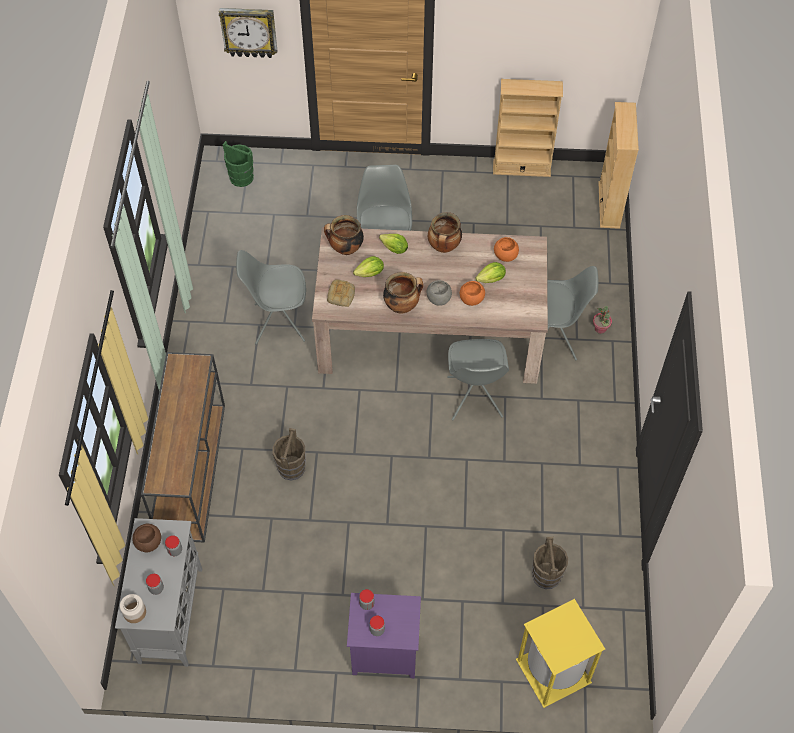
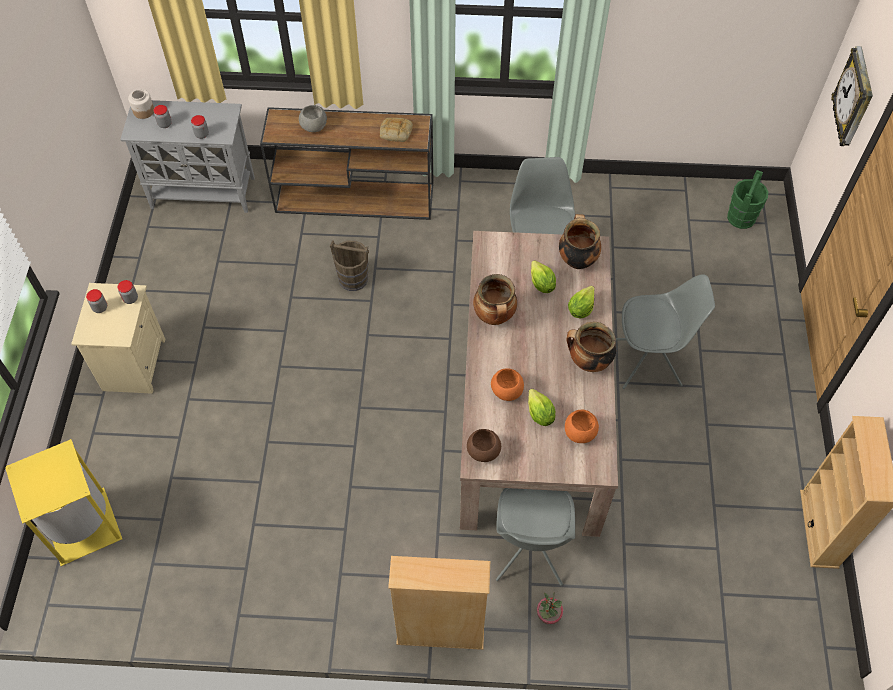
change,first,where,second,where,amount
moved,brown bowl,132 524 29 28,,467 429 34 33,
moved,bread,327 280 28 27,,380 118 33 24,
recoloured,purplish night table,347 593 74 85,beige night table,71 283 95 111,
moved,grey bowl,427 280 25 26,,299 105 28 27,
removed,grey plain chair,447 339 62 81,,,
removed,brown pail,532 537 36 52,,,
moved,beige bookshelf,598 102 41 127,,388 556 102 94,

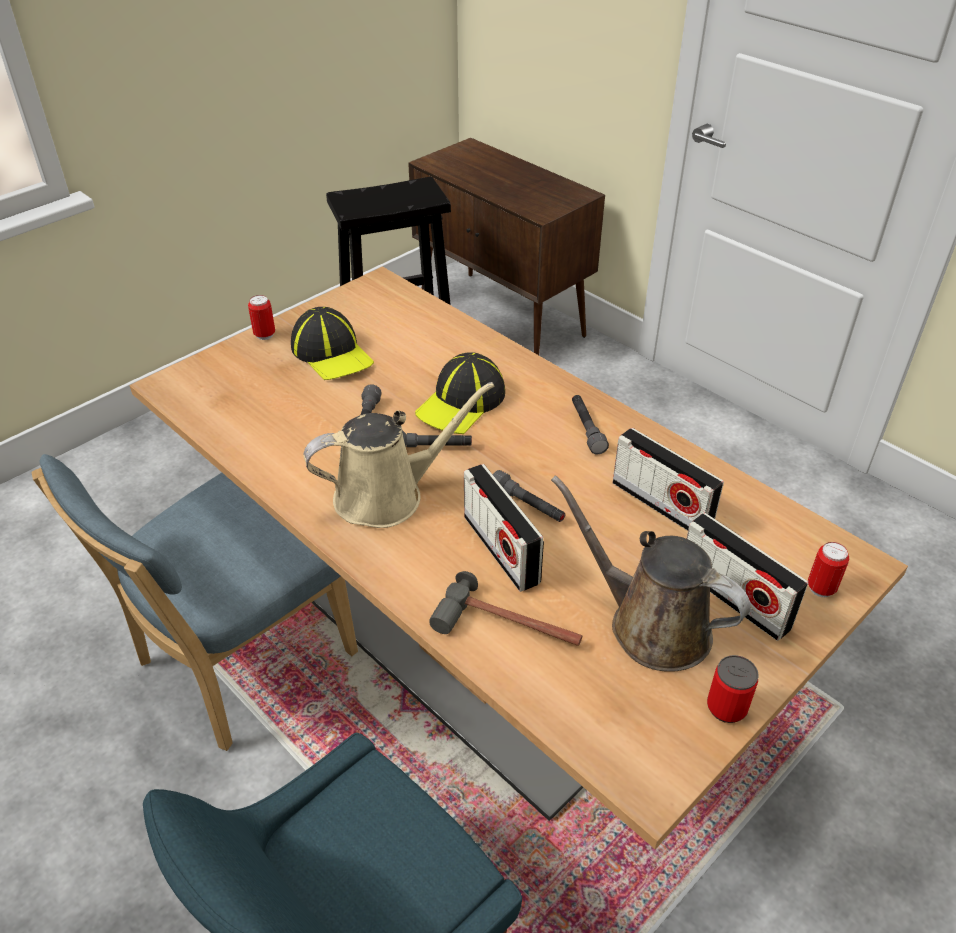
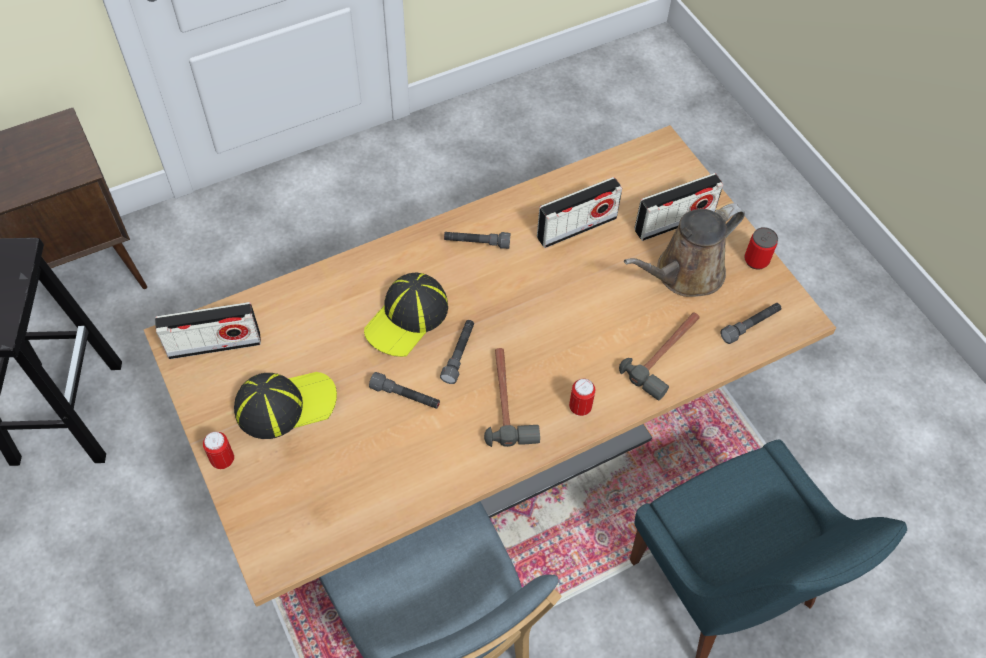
change,first,where,second,where,amount
replaced,beige watering can,303 382 191 146,hammer,484 348 56 99,
turned,cap,415 352 90 82,,364 273 84 84,75 degrees clockwise
moved,radio set,464 464 80 128,,155 302 106 57,
moved,grey flashlight,493 470 72 52,,720 303 61 41,
moved,metal can,808 542 41 55,,569 379 27 37,

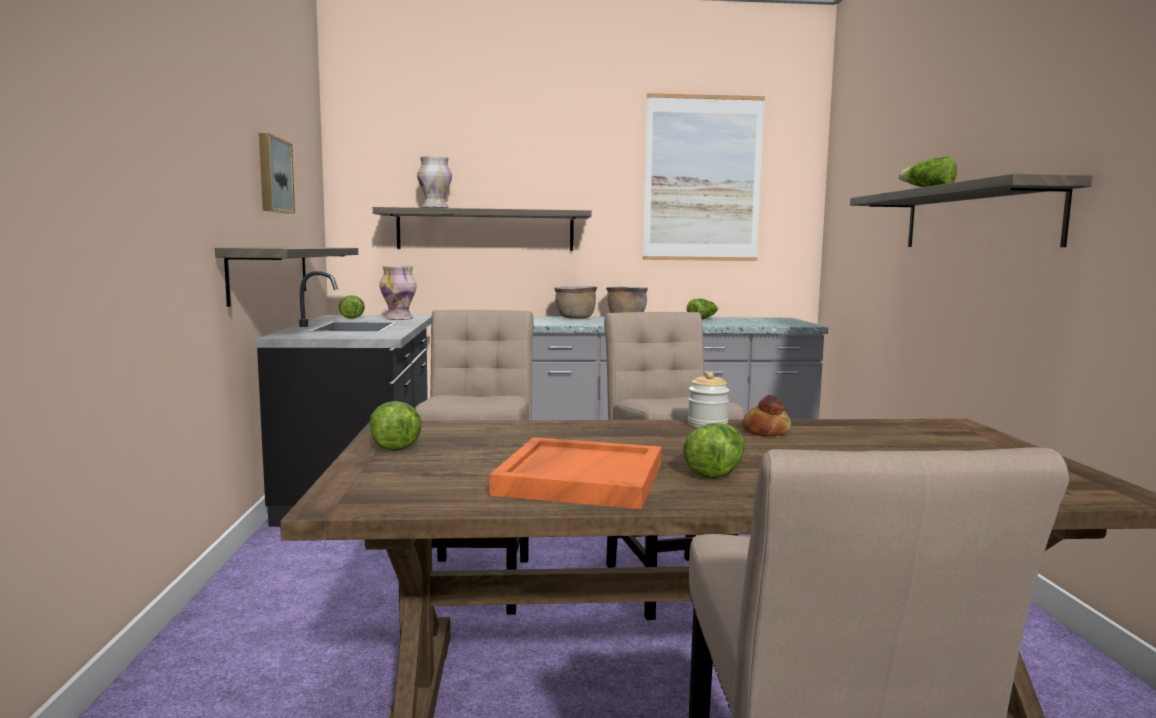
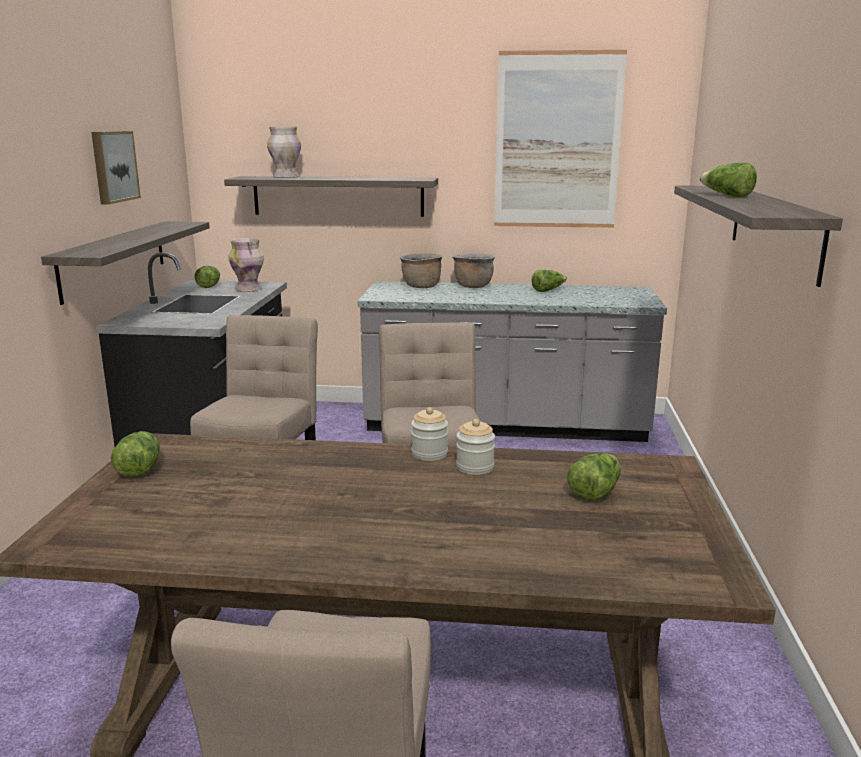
change,first,where,second,where,amount
removed,orangey carrying tray,489 437 172 72,,,
moved,lettuce,683 423 62 56,,567 453 54 48,
replaced,bread,742 395 49 41,preserve jar,456 419 39 56,

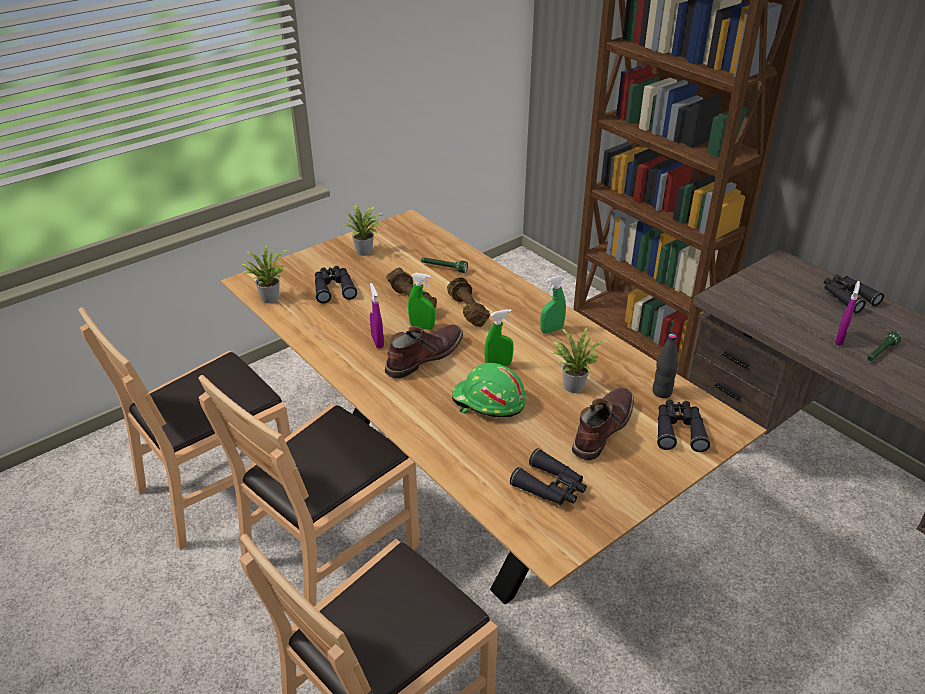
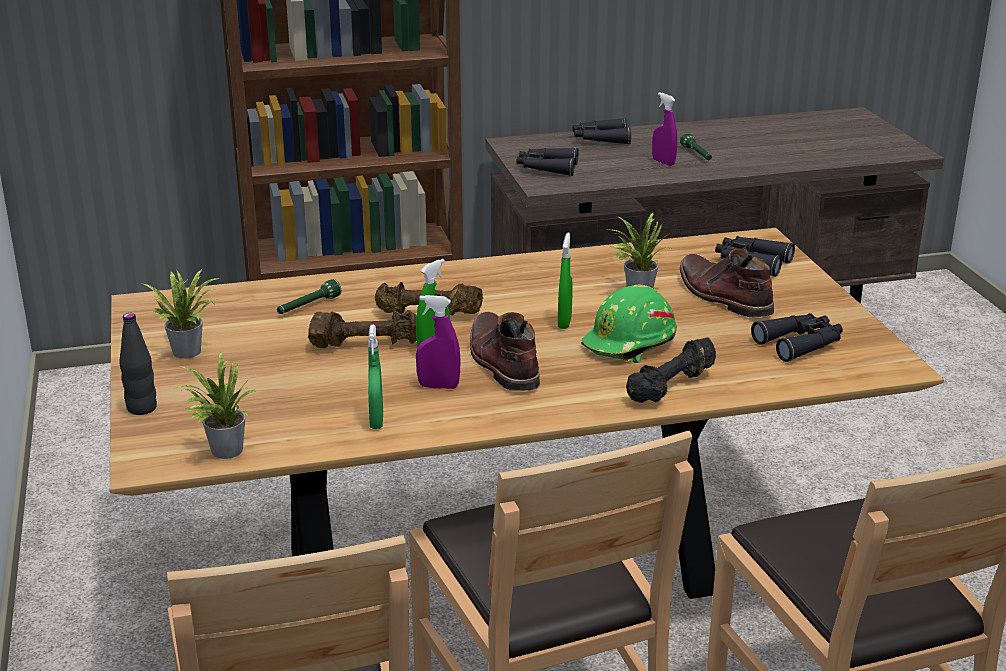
change,first,where,second,where,amount
moved,black-coloured pair of binoculars,315 266 42 37,,516 148 63 28,
moved,greenish hand sprayer,540 275 26 59,,368 325 15 104,
moved,black-coloured drink bottle,653 334 25 64,,119 313 38 102,
added,,,black-coloured dumbbell,626 337 90 66,

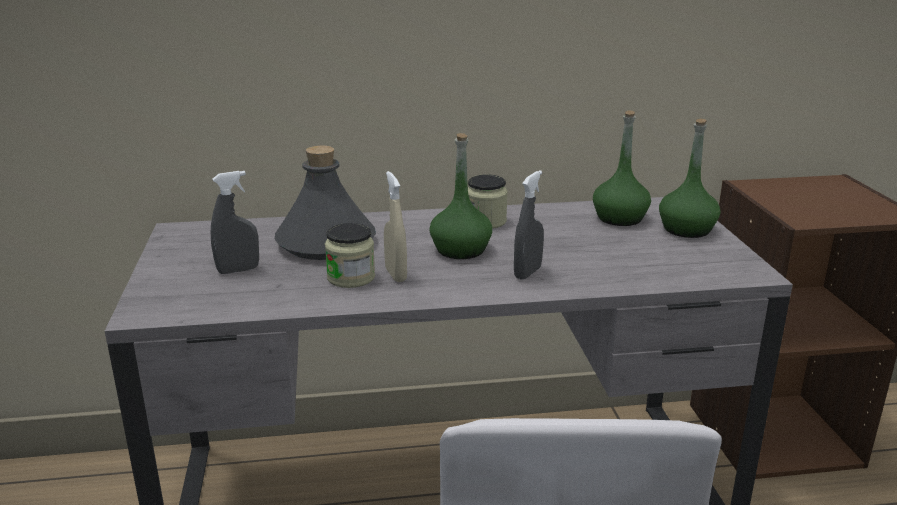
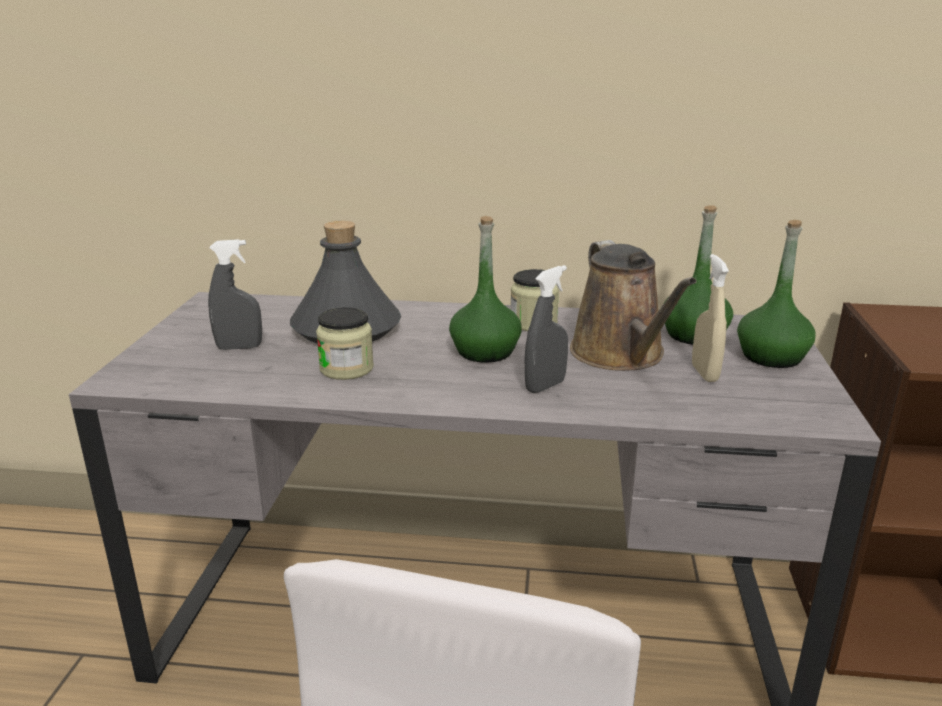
change,first,where,second,where,amount
moved,beige hand sprayer,384 171 23 111,,692 254 37 128,
added,,,brown watering can,570 240 127 131,

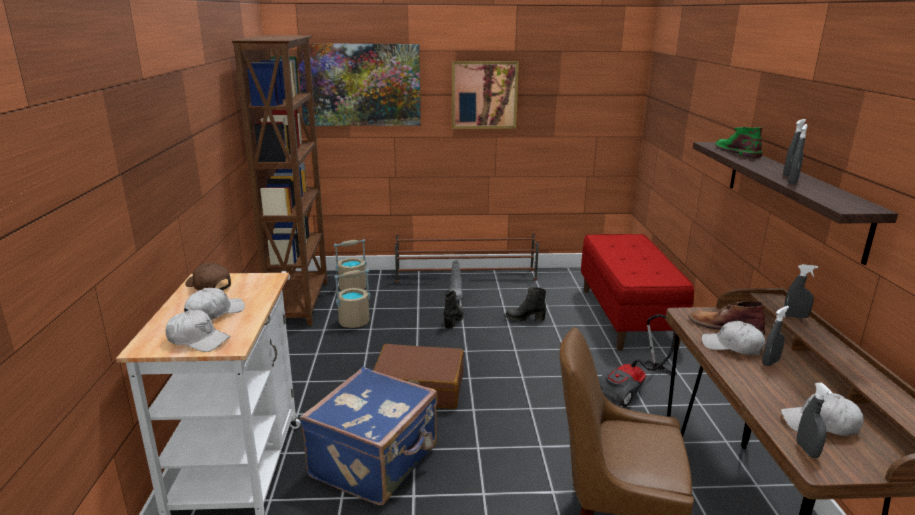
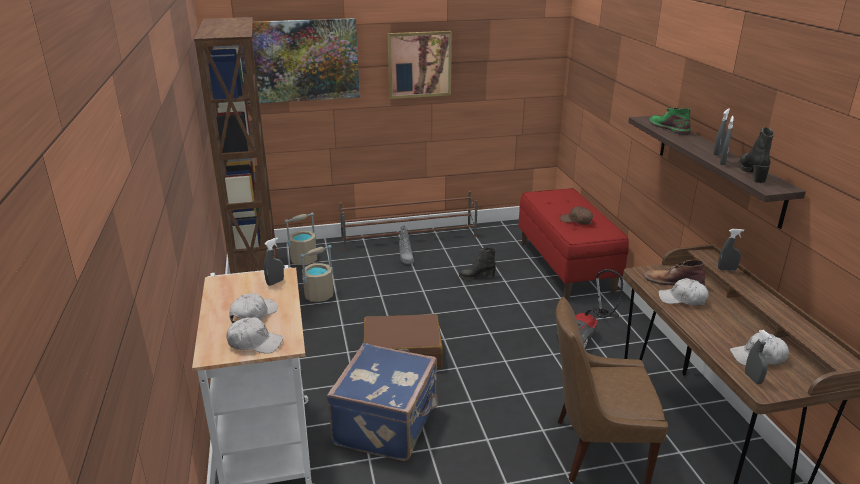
change,first,where,second,where,amount
moved,brown cap,185 263 46 28,,560 206 33 19,
moved,black-coloured tall boot,444 291 19 38,,739 127 35 56,
moved,grey hand sprayer,762 306 27 60,,264 238 20 48,

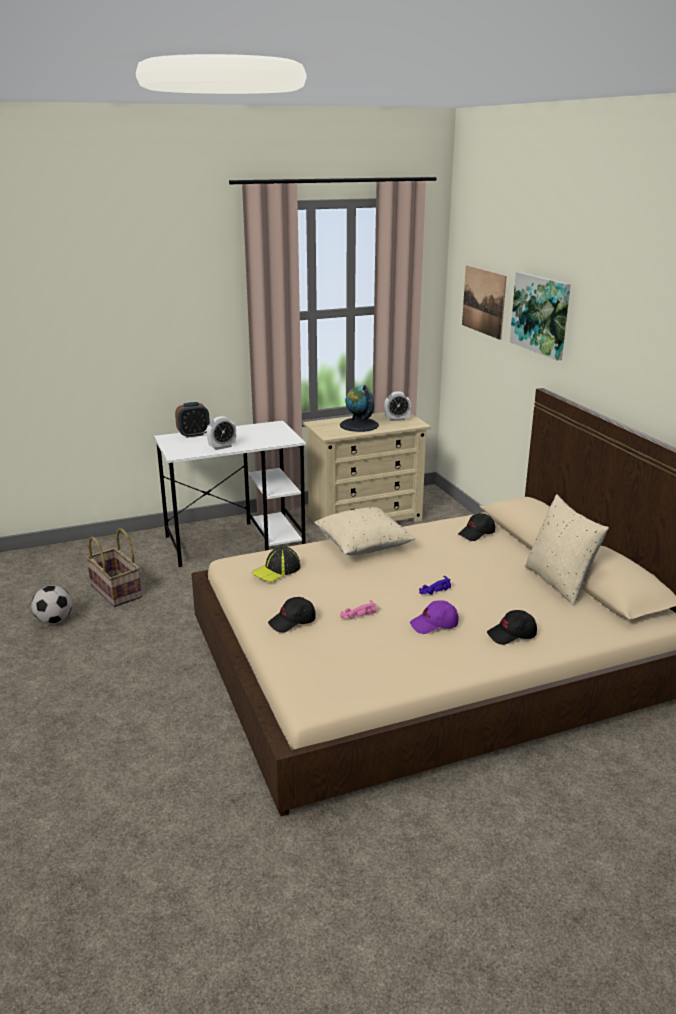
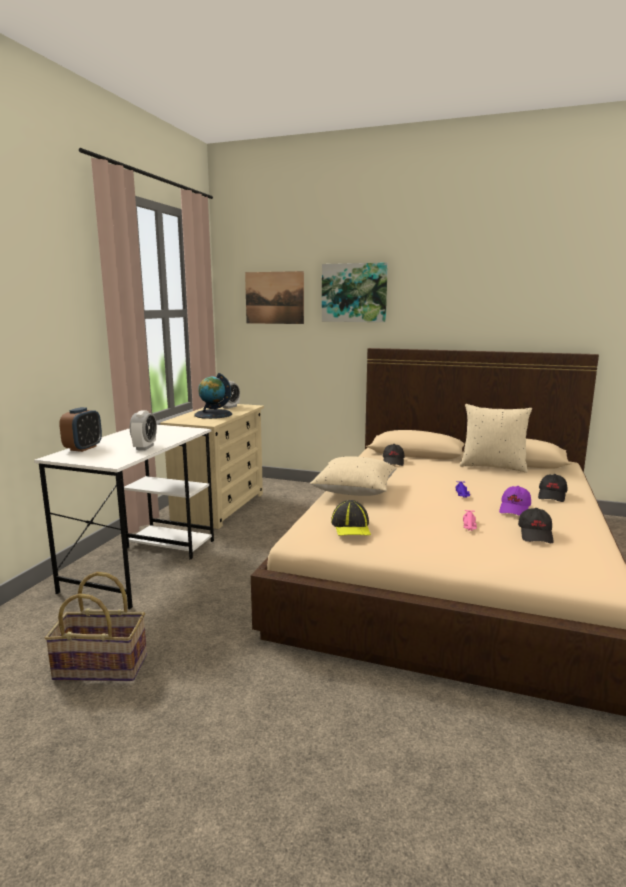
change,first,where,second,where,amount
removed,football ball,31 585 41 39,,,
moved,black-coloured cap,268 597 48 36,,518 508 36 35,

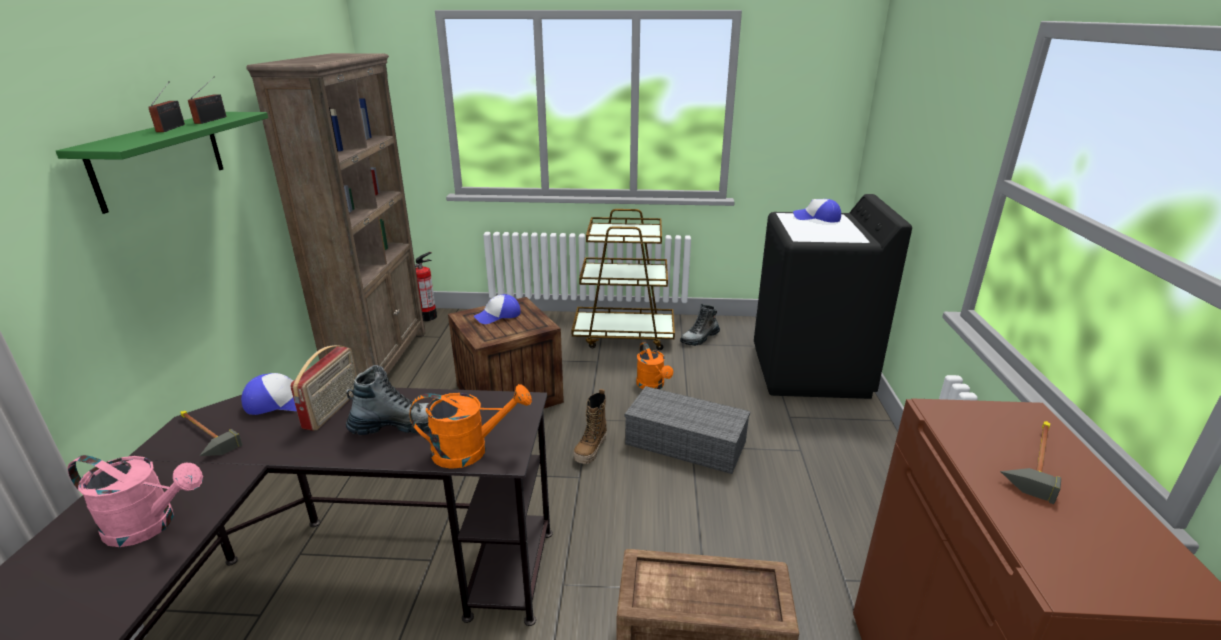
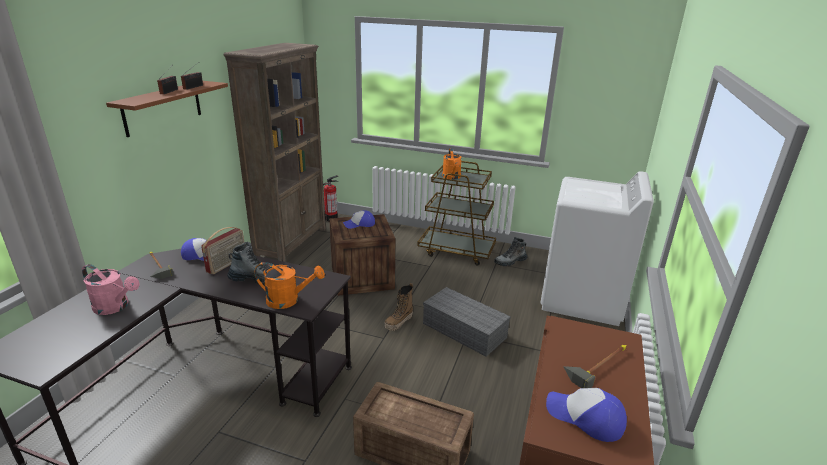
change,first,where,second,where,amount
recoloured,greenish bracket shelf,56 112 212 102,brown bracket shelf,106 81 122 56,
moved,orangey watering can,636 342 37 47,,442 148 20 32,
recoloured,black-coloured laundry machine,754 194 158 205,whitish laundry machine,540 171 114 155,
moved,cap,793 199 48 24,,546 388 81 54,

